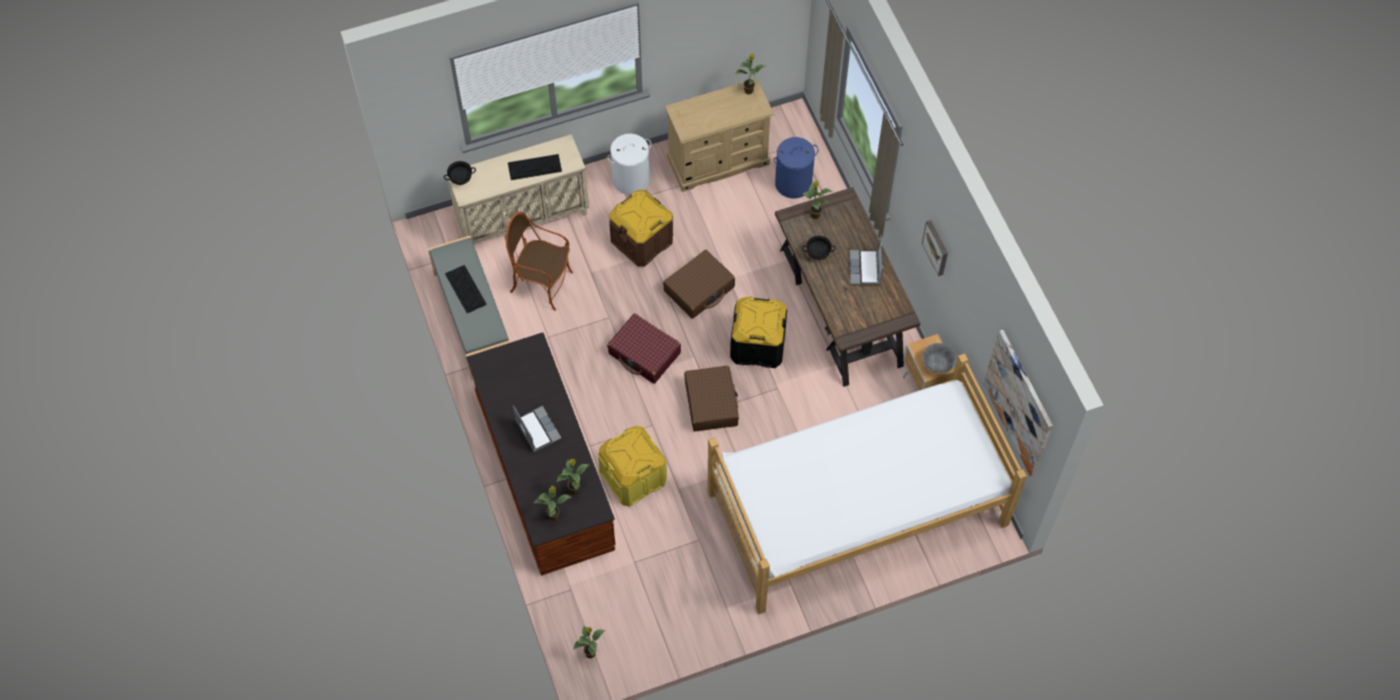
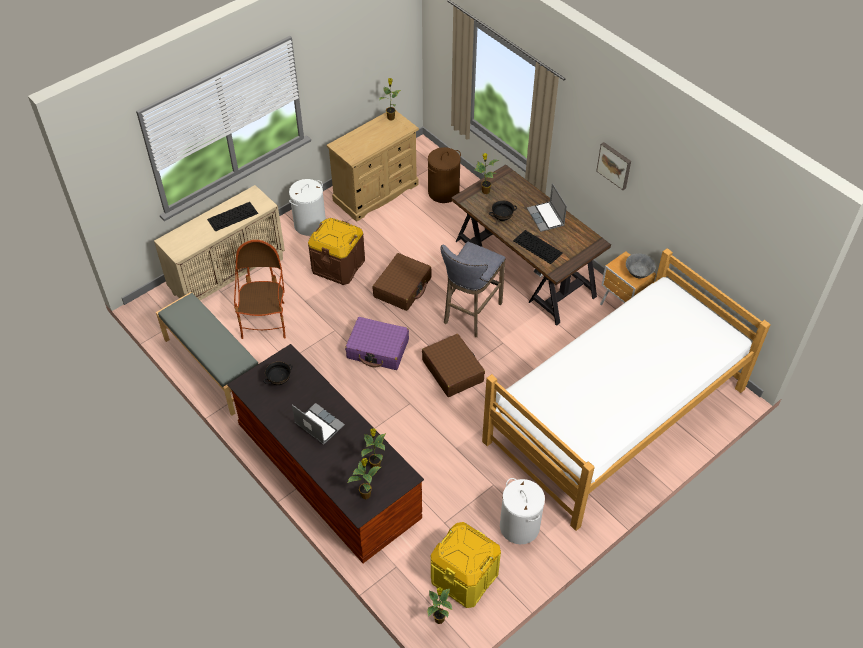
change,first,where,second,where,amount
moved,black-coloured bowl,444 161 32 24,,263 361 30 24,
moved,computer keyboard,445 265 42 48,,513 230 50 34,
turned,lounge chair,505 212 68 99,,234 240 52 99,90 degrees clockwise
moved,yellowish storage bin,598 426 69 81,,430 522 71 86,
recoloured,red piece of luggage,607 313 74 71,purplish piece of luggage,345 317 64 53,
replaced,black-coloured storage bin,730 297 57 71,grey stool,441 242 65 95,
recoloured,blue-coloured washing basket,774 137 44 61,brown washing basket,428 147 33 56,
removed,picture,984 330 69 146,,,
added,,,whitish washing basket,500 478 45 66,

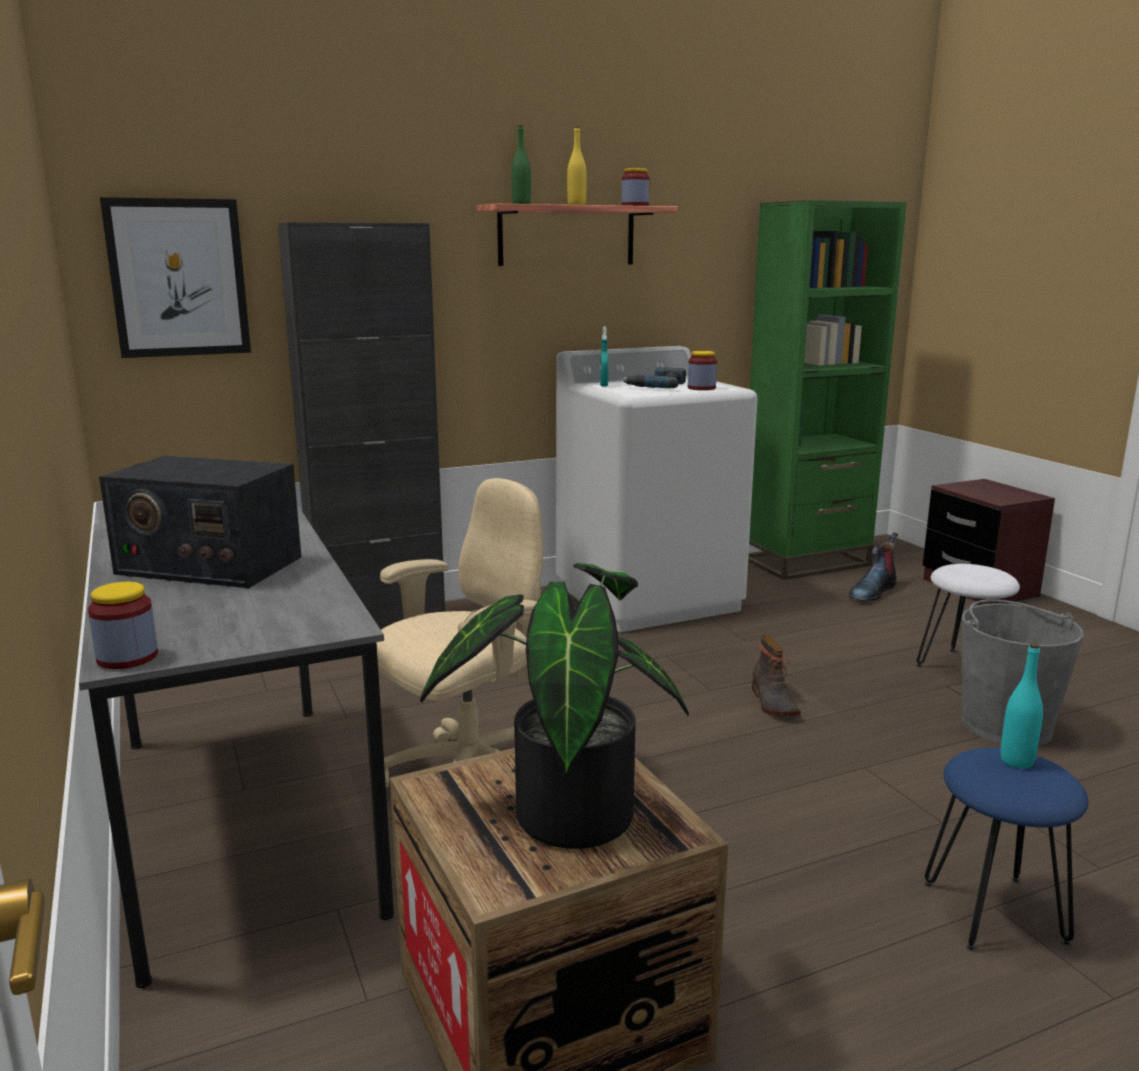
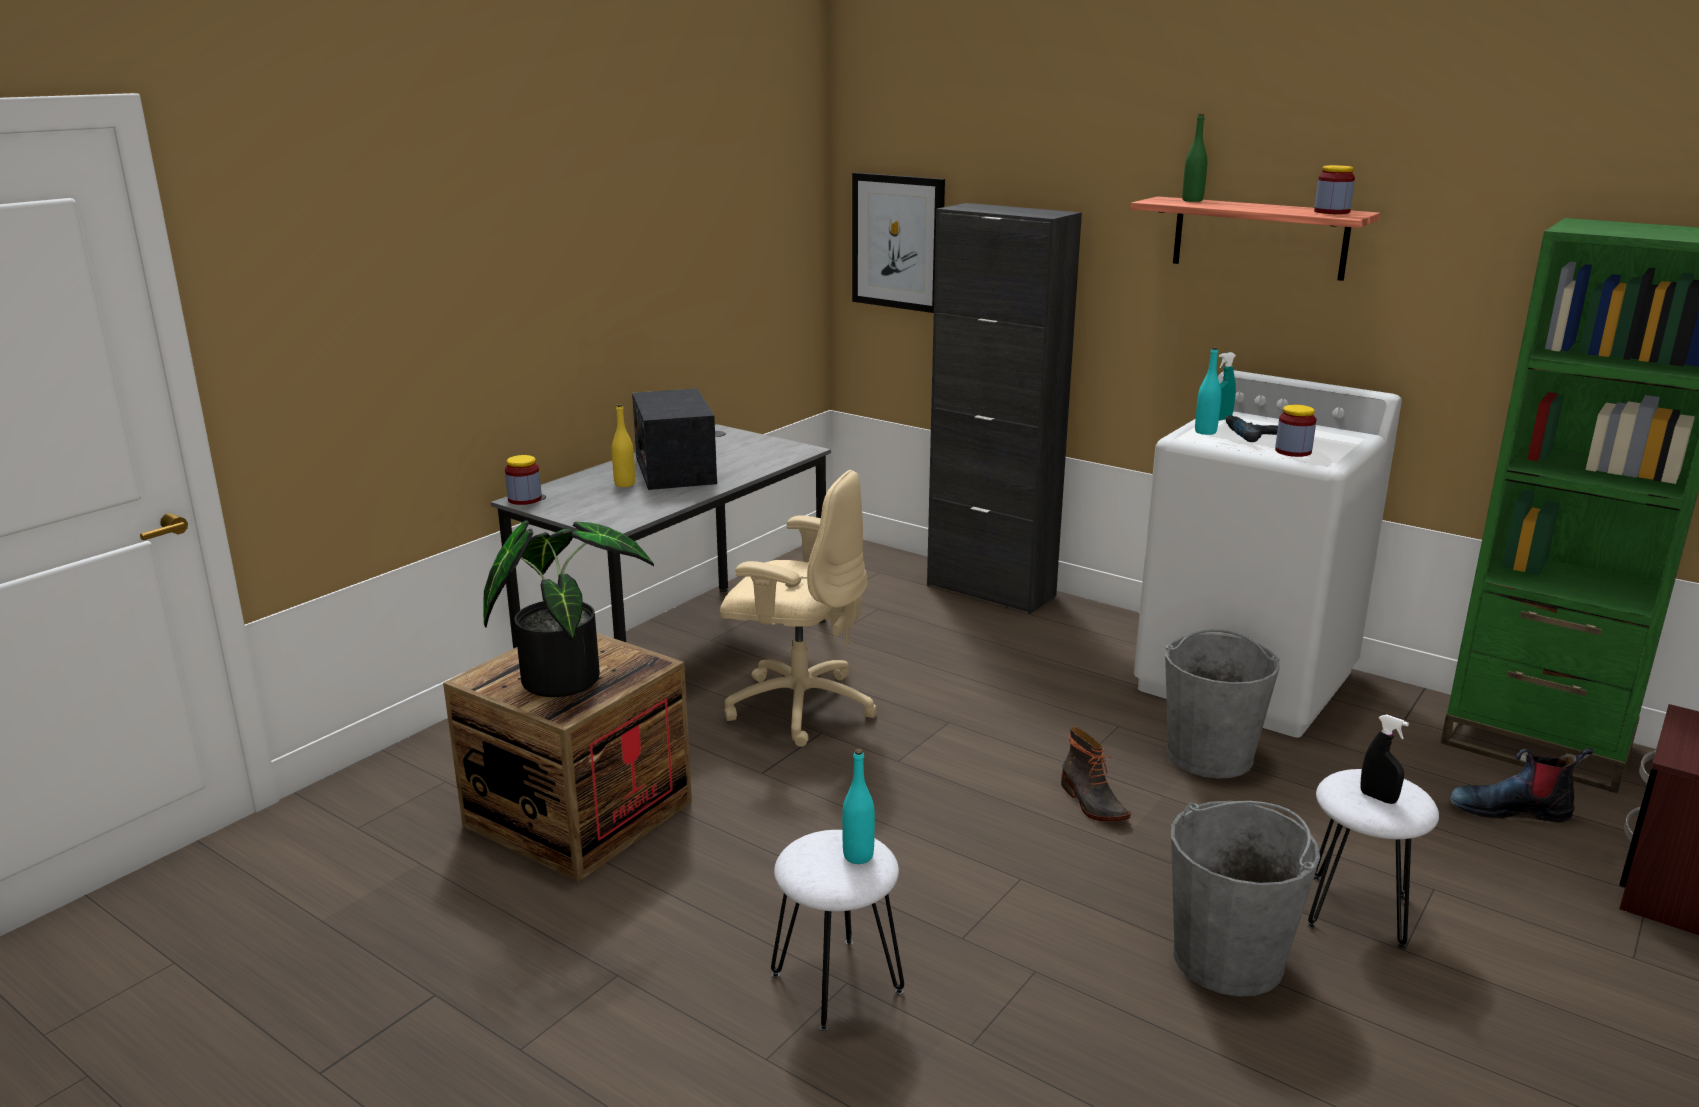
change,first,where,second,where,amount
moved,yellowish drink bottle,567 126 20 79,,612 404 23 83,
turned,tall boot,752 635 49 81,,1061 727 70 95,75 degrees counterclockwise
recoloured,blue-coloured stool,924 748 164 204,whitish stool,771 830 133 201,
added,,,grey pail,1165 629 115 150,
added,,,blue-green drink bottle,1195 347 26 88,
added,,,black-coloured hand sprayer,1360 714 49 90,

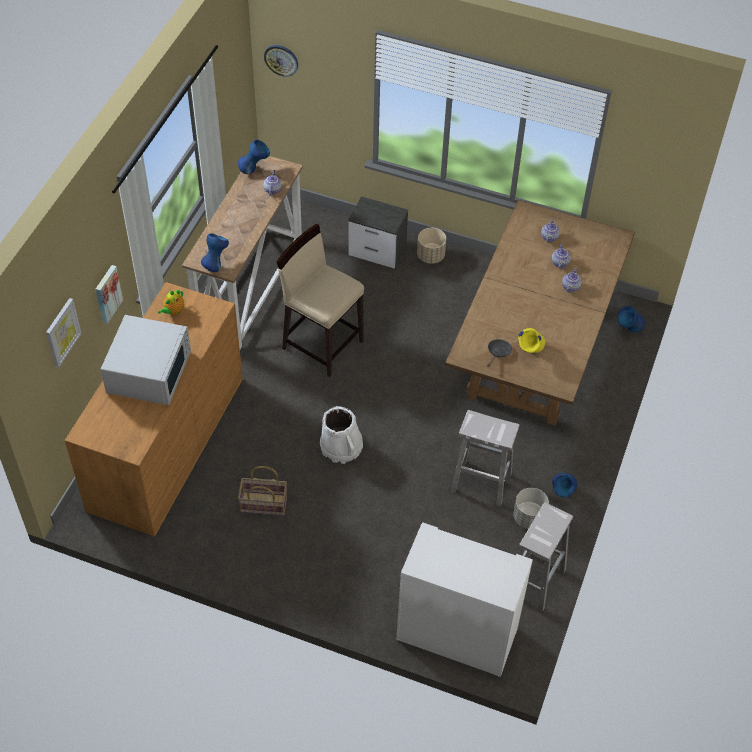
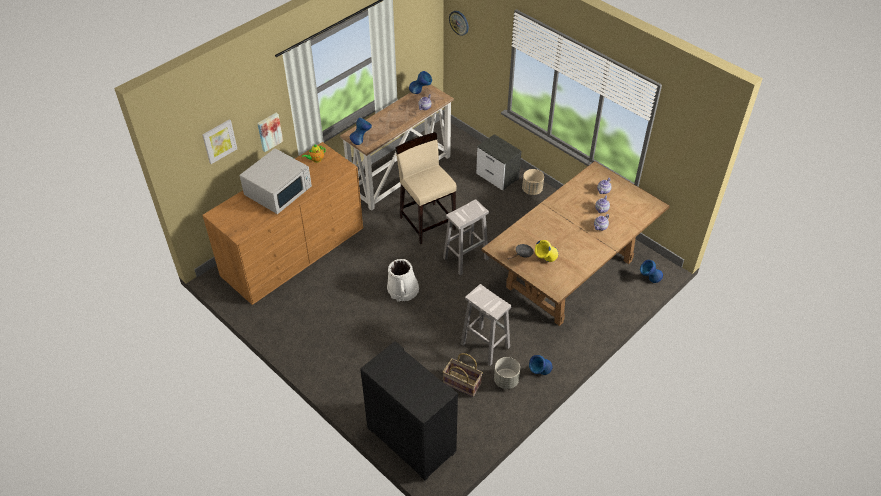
change,first,where,second,where,amount
moved,storage basket,238 466 49 50,,443 353 40 44,
recoloured,whitish cabinet,396 522 137 156,black-coloured cabinet,360 341 98 140,
moved,whitish stool,518 502 55 110,,443 199 46 76,

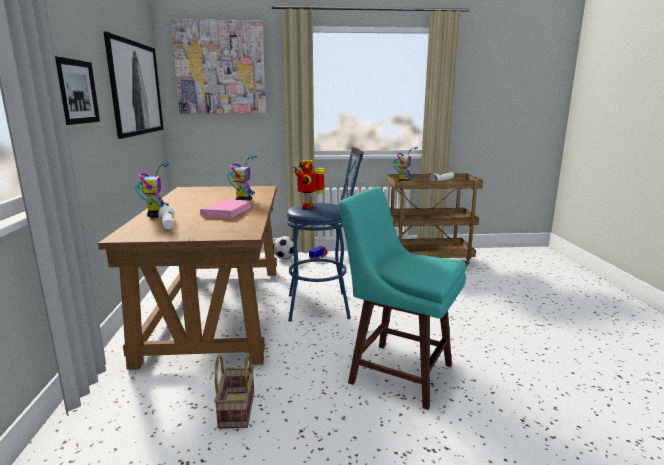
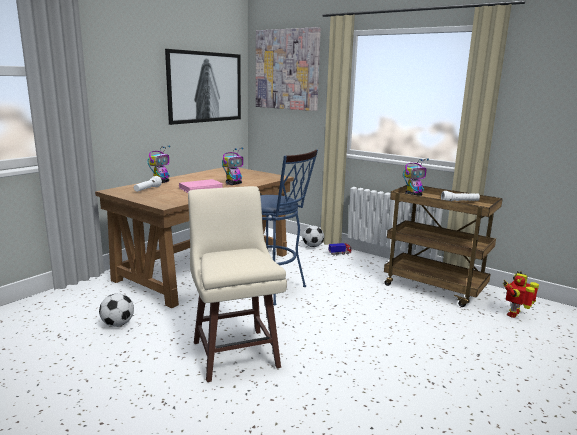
change,first,where,second,where,amount
removed,picture,55 56 45 69,,,
replaced,storage basket,214 354 40 75,football ball,99 293 35 34,
moved,robot figure,293 160 32 49,,503 271 36 47,
recoloured,blue-green stool,339 187 127 223,beige stool,188 186 99 196,

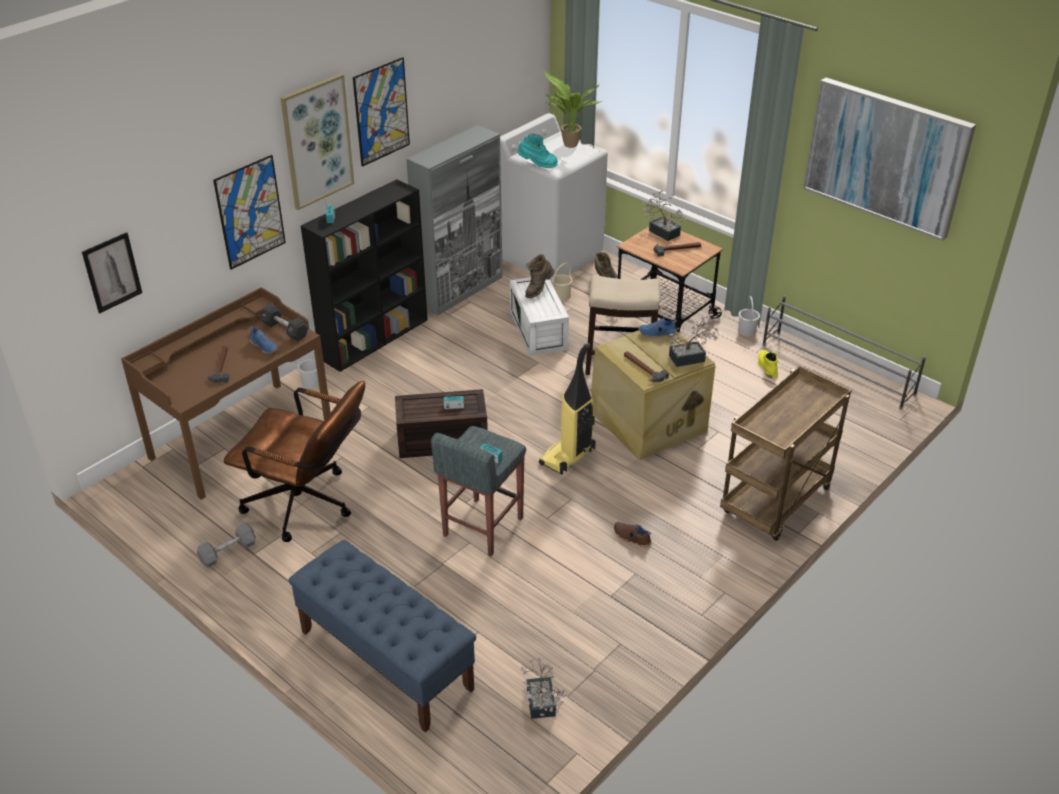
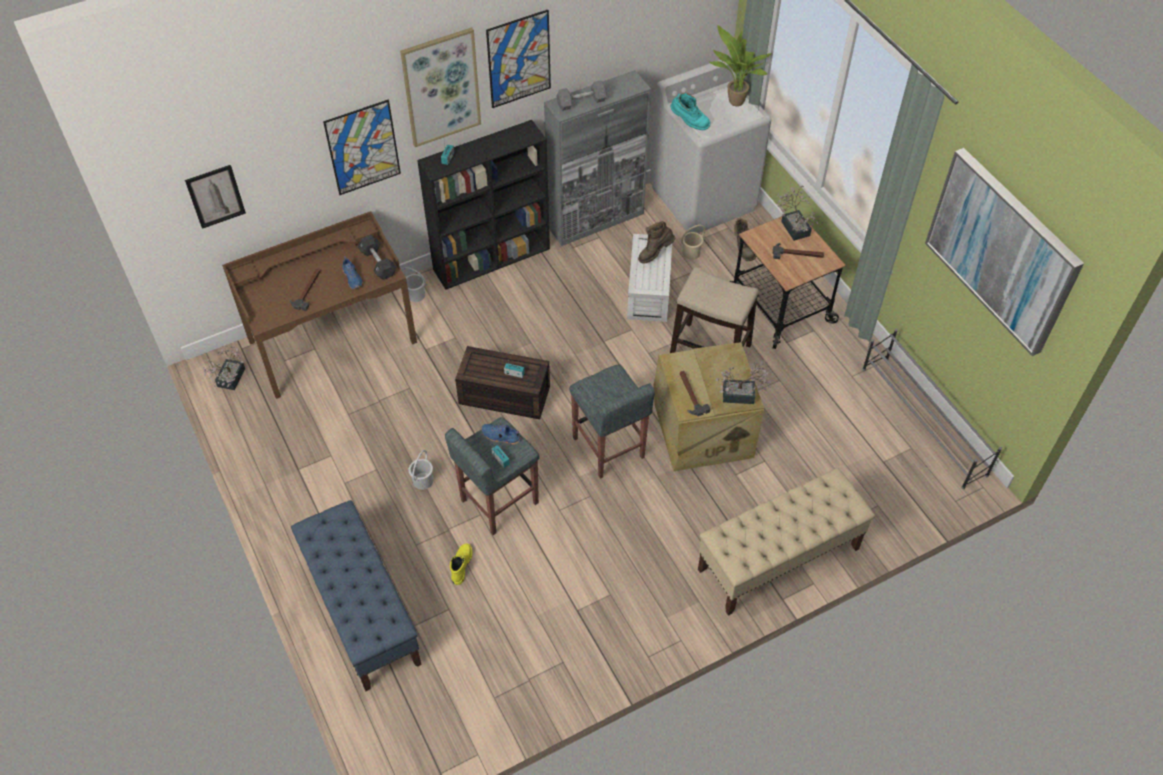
change,first,where,second,where,amount
moved,grey dumbbell,197 523 59 45,,556 80 51 31,
removed,brown computer chair,224 381 141 161,,,
moved,plant in a pot,521 657 47 62,,203 346 42 44,
replaced,hoover,539 343 57 132,grey stool,569 364 86 115,
removed,brown low shoe,614 522 38 25,,,
moved,blue-coloured low shoe,639 318 38 20,,482 424 39 21,
replaced,brown cart,720 366 131 175,beige long seat,698 468 177 148,
moved,whitish pail,738 296 22 40,,409 450 24 40,
moved,yellowish tall boot,758 350 20 28,,450 544 23 41,

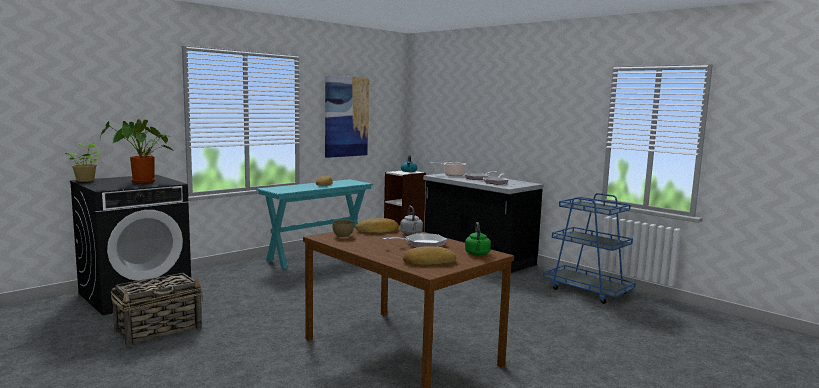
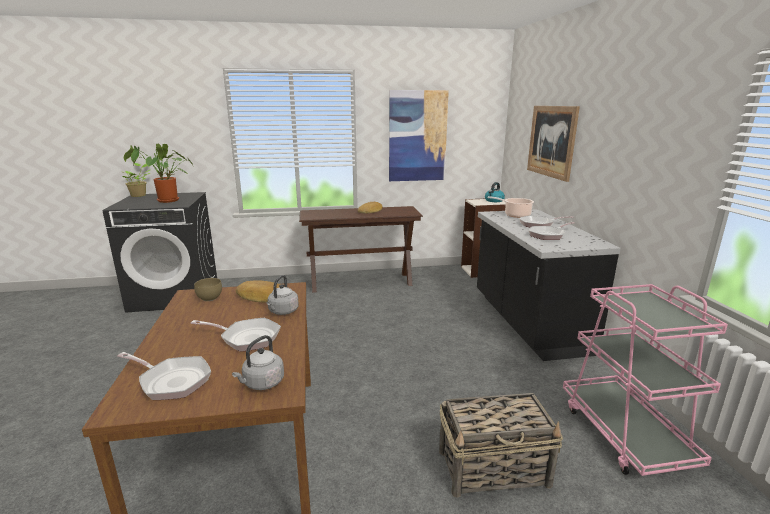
change,first,where,second,where,amount
moved,storage basket,111 273 92 73,,439 393 124 105,
recoloured,blue-green narrow table,256 179 117 90,brown narrow table,299 206 124 87,
replaced,bread,403 247 54 18,pan,117 352 94 48,
recoloured,greenish kettle,465 222 26 33,grey kettle,232 335 52 55,
recoloured,blue-coloured cart,543 193 93 111,pink cart,563 284 165 192,
added,,,picture,527 106 53 76,

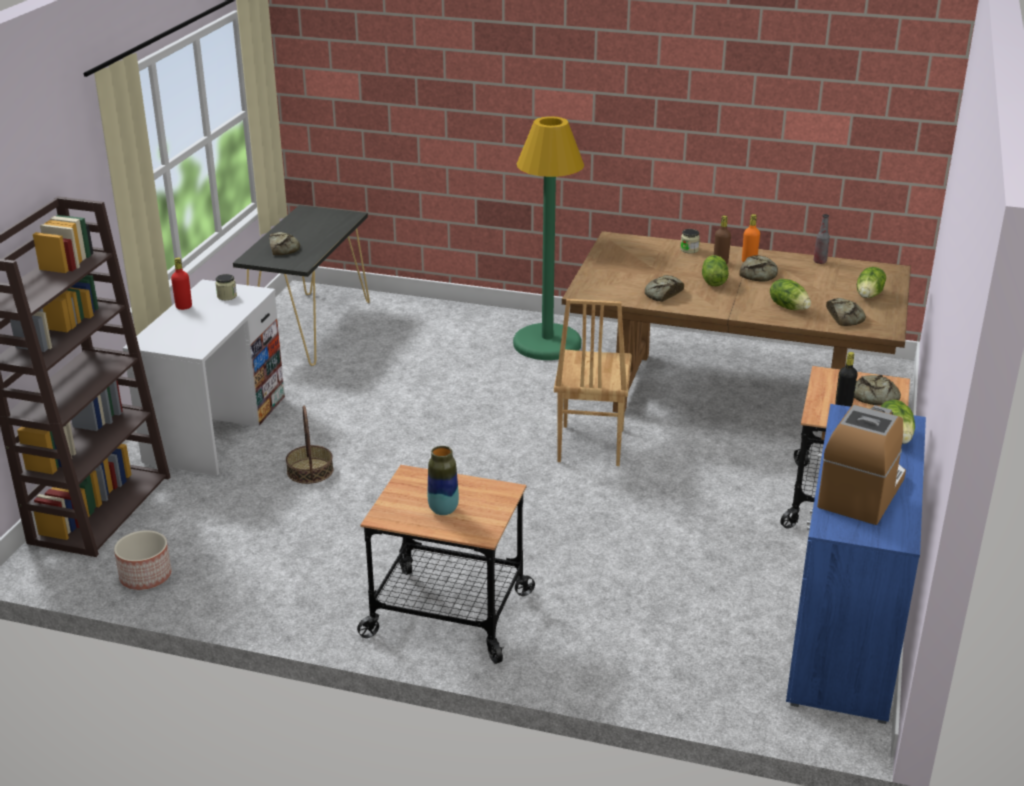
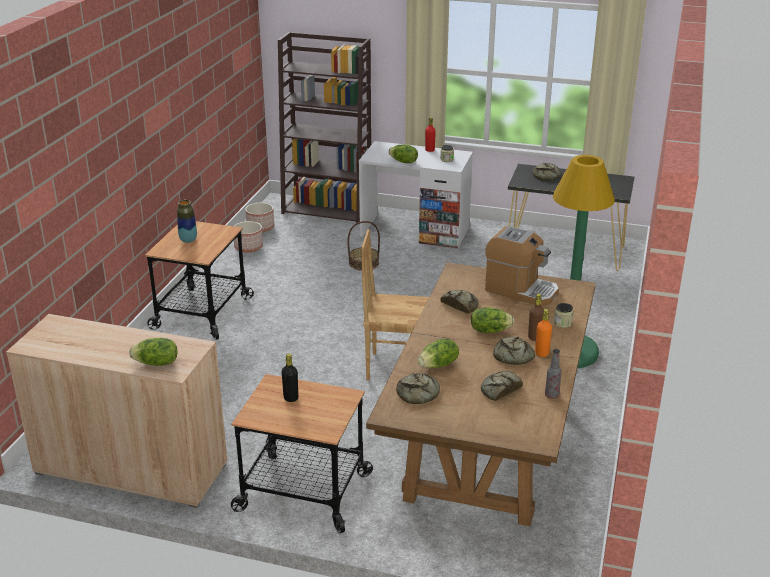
change,first,where,second,where,amount
recoloured,blue-coloured cabinet,786 404 140 320,beige cabinet,6 314 221 194,
moved,coffee maker,817 405 89 120,,485 226 74 80,
moved,bread,854 375 47 31,,481 371 42 30,
moved,lettuce,857 267 29 31,,388 144 30 19,
added,,,flower pot,234 221 29 31,

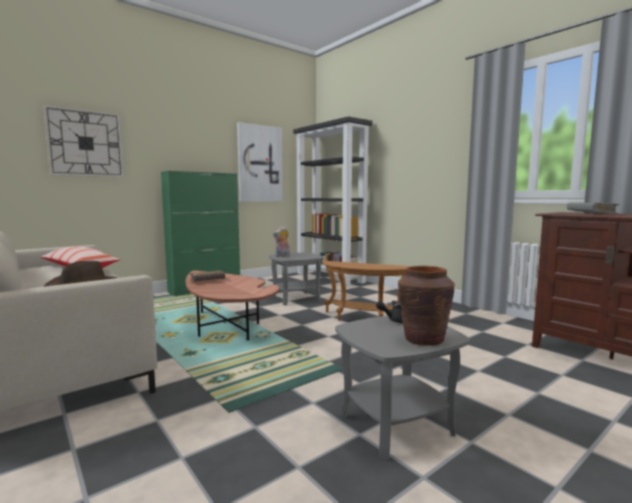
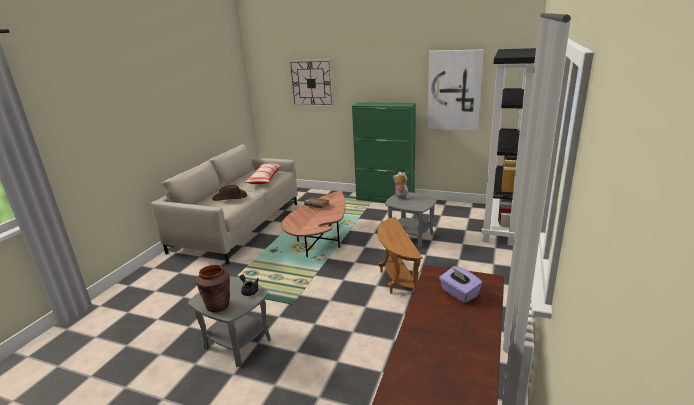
change,first,where,second,where,amount
replaced,grey volume,567 202 52 12,purplish box of tissues,439 266 43 37,

